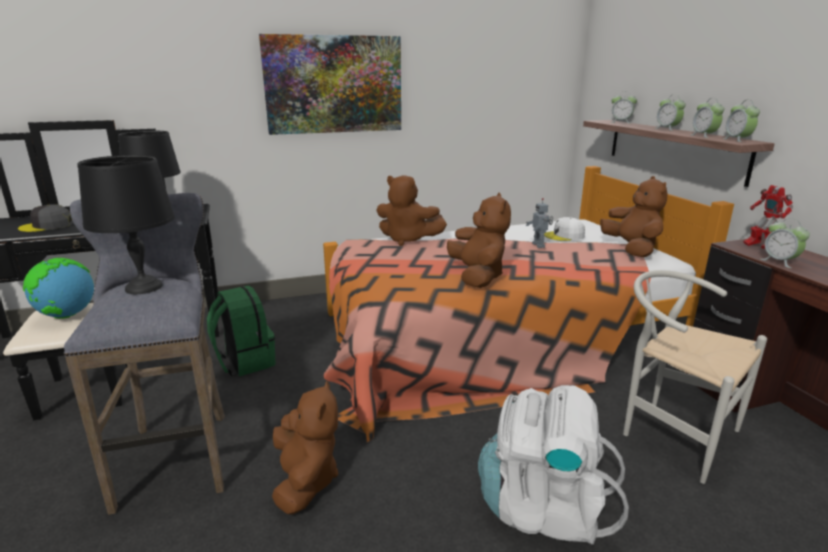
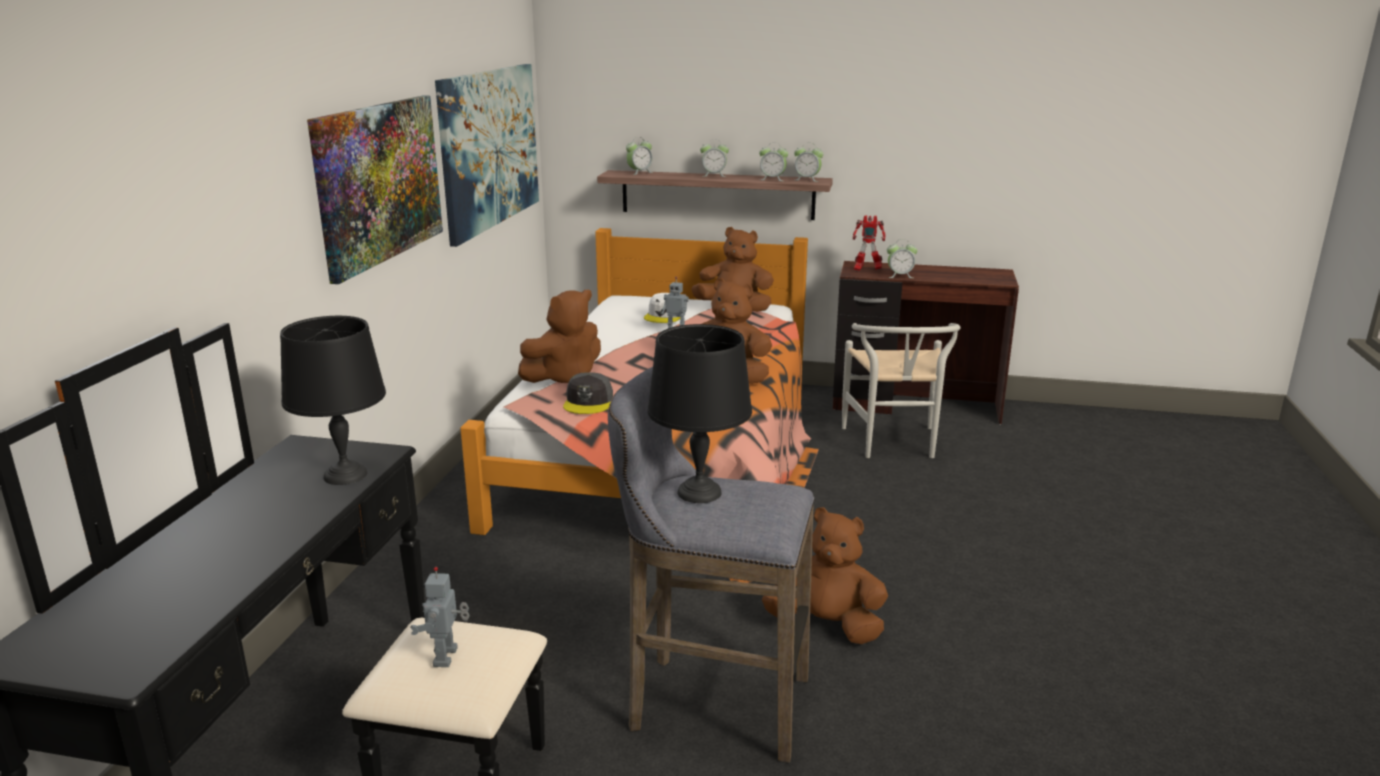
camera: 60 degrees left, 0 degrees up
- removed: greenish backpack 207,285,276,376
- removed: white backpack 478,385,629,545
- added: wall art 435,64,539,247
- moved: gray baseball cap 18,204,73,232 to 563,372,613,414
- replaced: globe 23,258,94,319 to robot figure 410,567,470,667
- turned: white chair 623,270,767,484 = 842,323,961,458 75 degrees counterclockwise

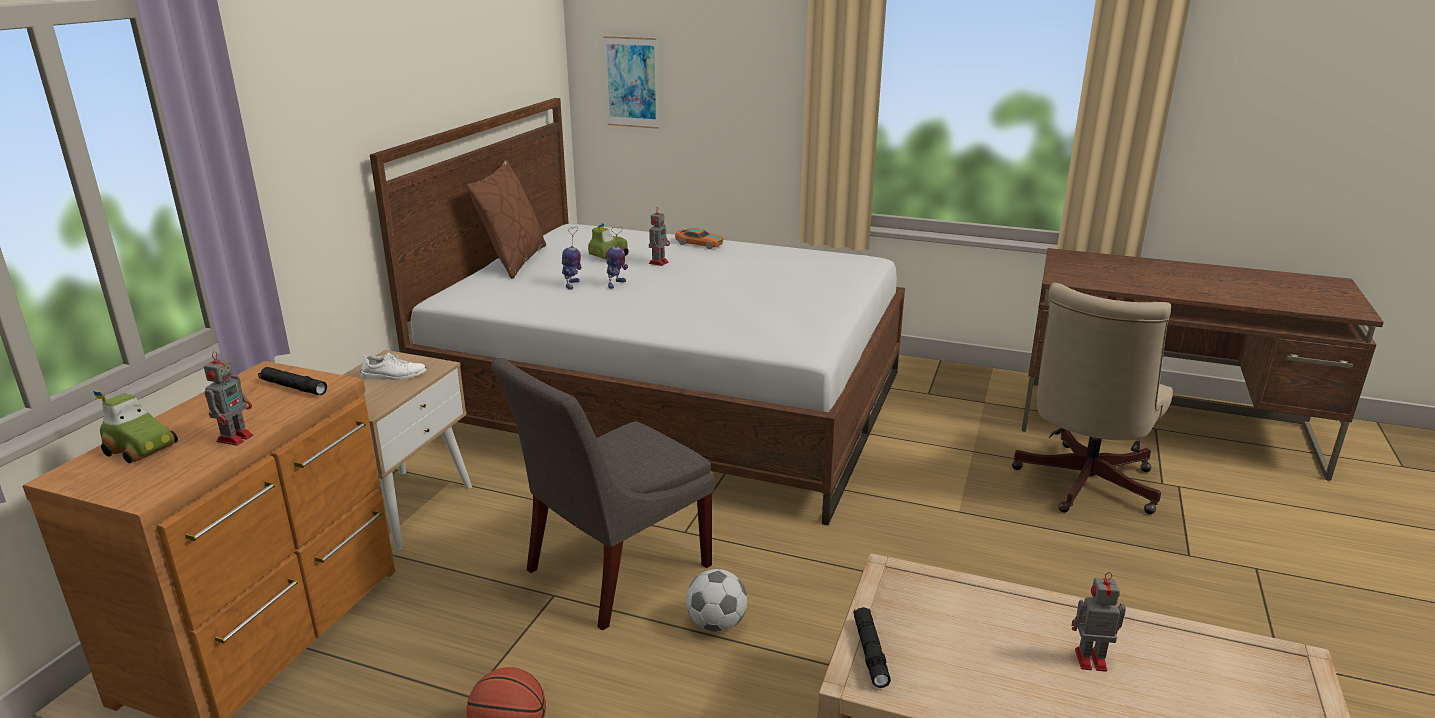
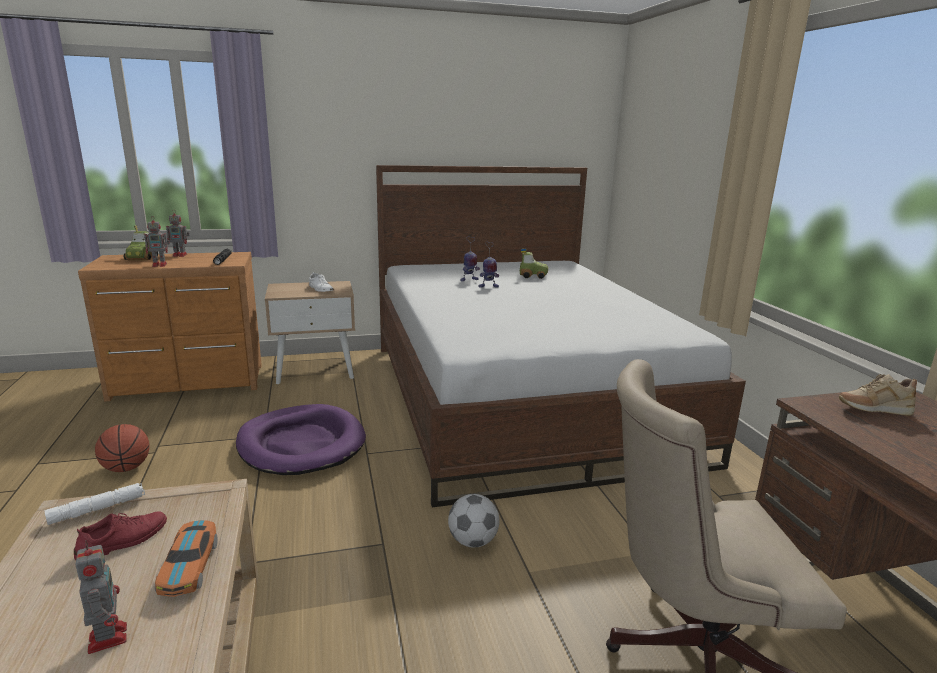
camera: 55 degrees right, 5 degrees down
- removed: brown pillow 467,160,546,279
- removed: wall art 603,36,659,129
- added: red-coloured low shoe 74,511,167,560
- added: beige-coloured low shoe 839,374,917,416
- moved: robot figure 649,207,670,266 to 166,211,190,257
- moved: toy car 675,228,723,249 to 155,520,218,597
- moved: football 686,569,747,632 to 448,494,500,548
- replaced: gray chair 491,358,714,630 to purple pet bed 236,404,366,475
- recoloured: black-coloured hand torch 853,607,891,688 to white hand torch 44,483,145,525

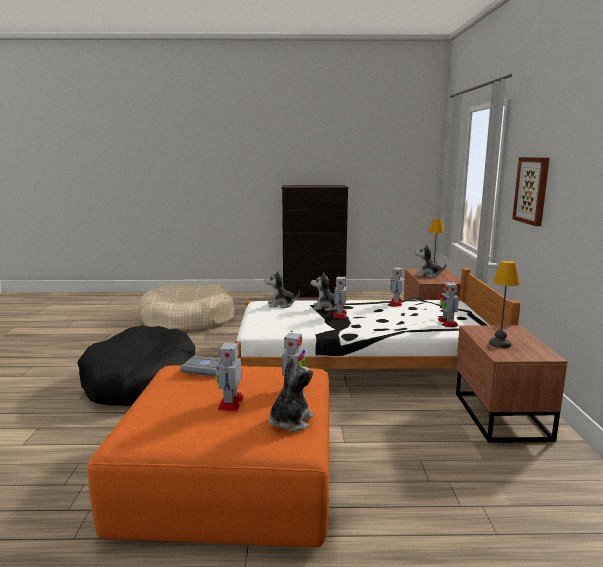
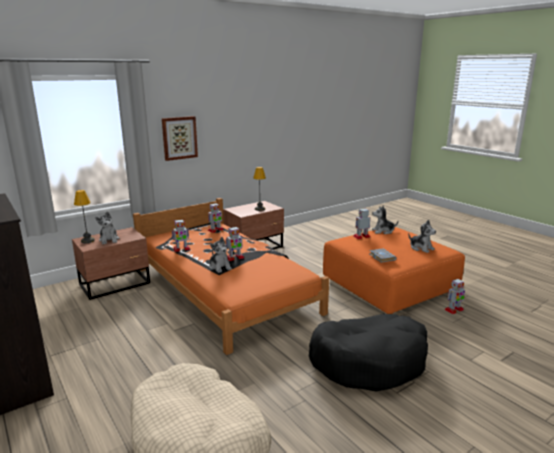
camera: 125 degrees left, 5 degrees up
- moved: robot figure 217,341,244,411 to 444,278,465,314
- moved: cuddly toy 265,270,300,308 to 408,220,436,253
- recoloured: white bed 233,268,521,369 to orange-coloured bed 133,198,329,355

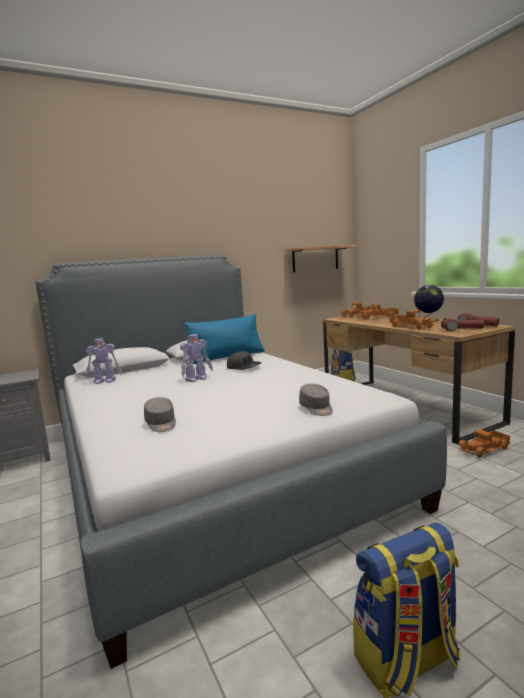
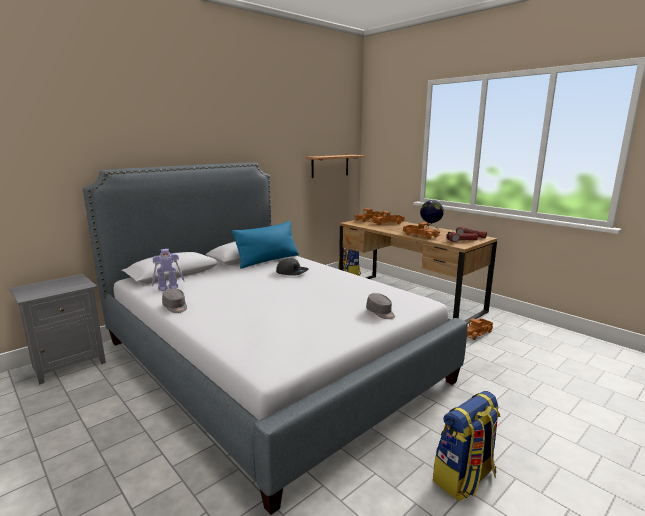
camera: 15 degrees left, 5 degrees up
- removed: robot figure 180,334,213,382
- moved: gray baseball cap 144,397,176,432 to 162,288,187,313

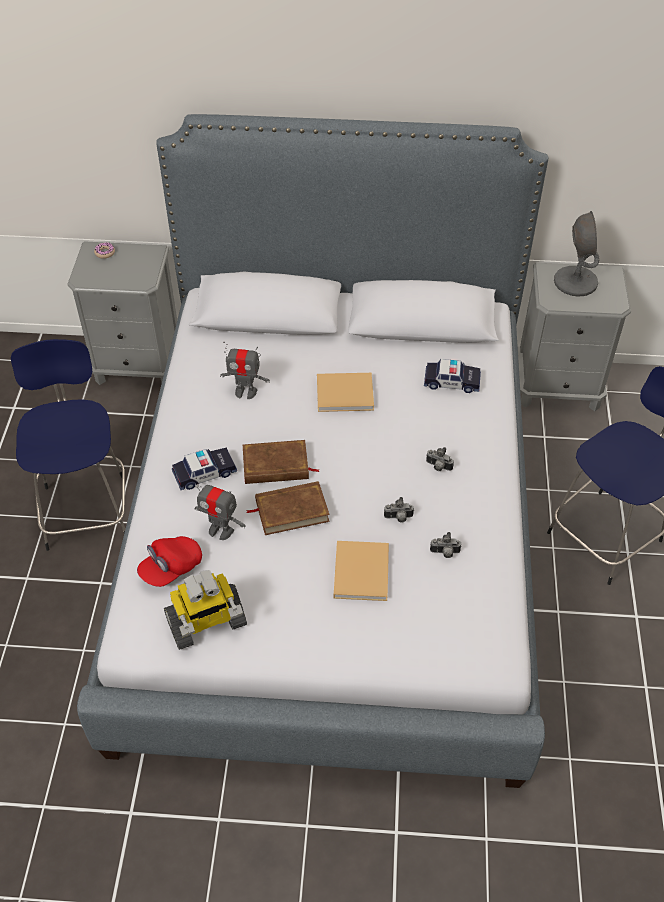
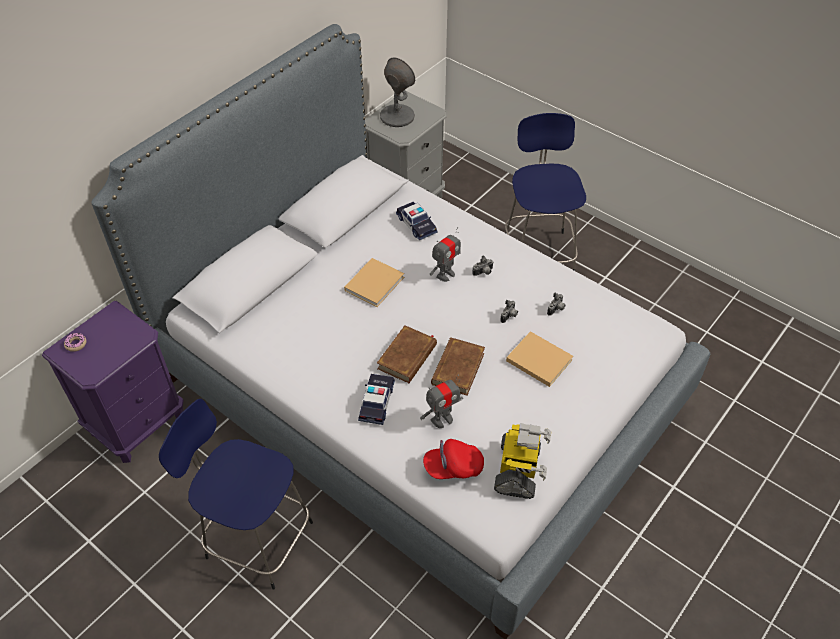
camera: 55 degrees left, 0 degrees up
- moved: robot figure 220,342,270,399 to 430,227,461,282
- recoloured: gray bedside table 67,241,177,385 to purple bedside table 42,300,184,463
- turned: red-coloured baseball cap 137,536,202,587 = 423,439,484,479 90 degrees clockwise
- turned: toy car 424,359,481,393 = 396,202,438,240 105 degrees clockwise

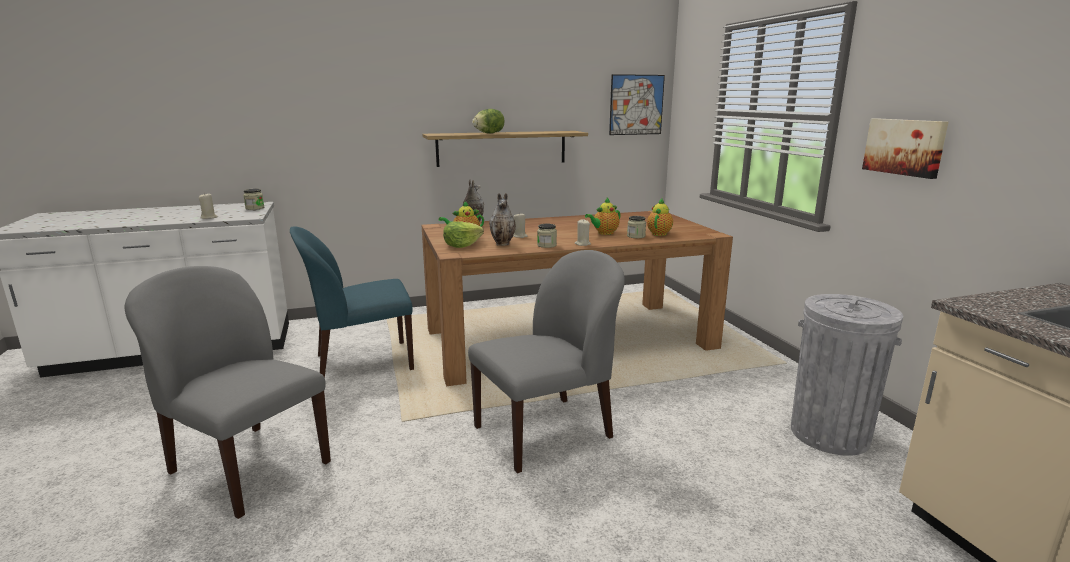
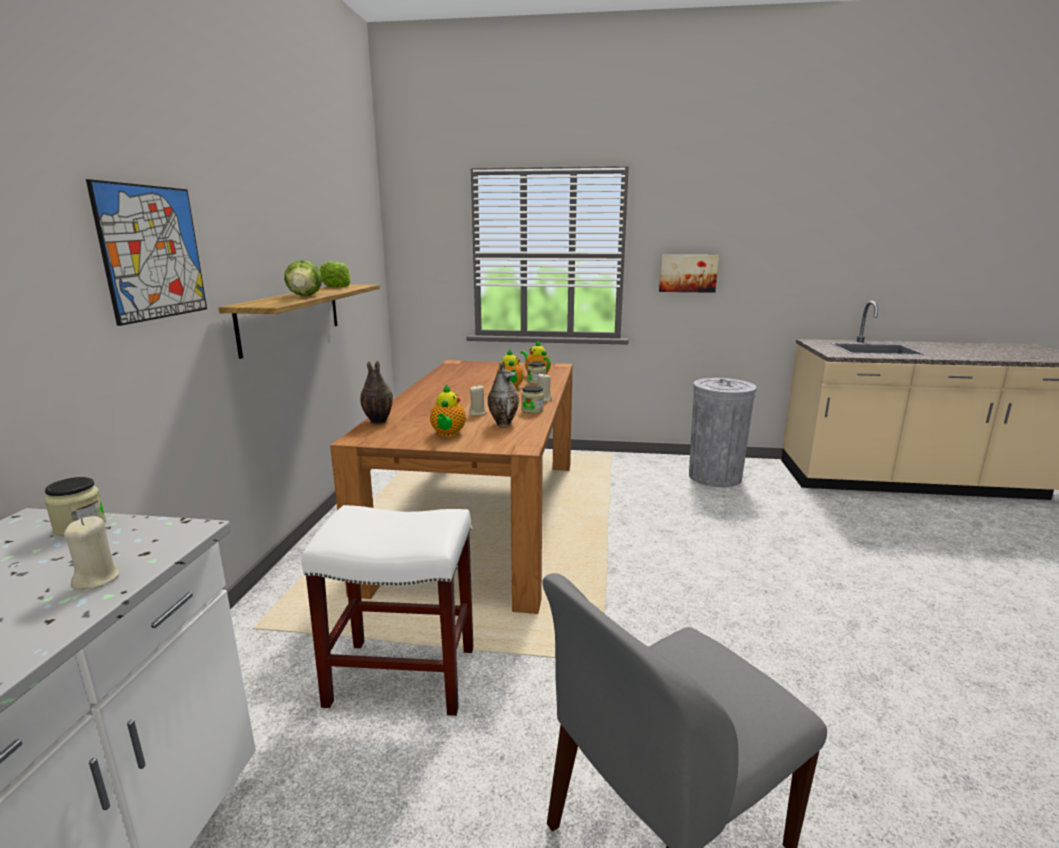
camera: 65 degrees left, 0 degrees up
- removed: gray chair 468,250,625,473
- moved: lettuce head 443,221,484,248 to 320,261,351,287
- moved: wall art 609,74,665,135 to 86,179,207,326
- replaced: bluish chair 290,226,414,378 to white sitting stool 302,505,473,717

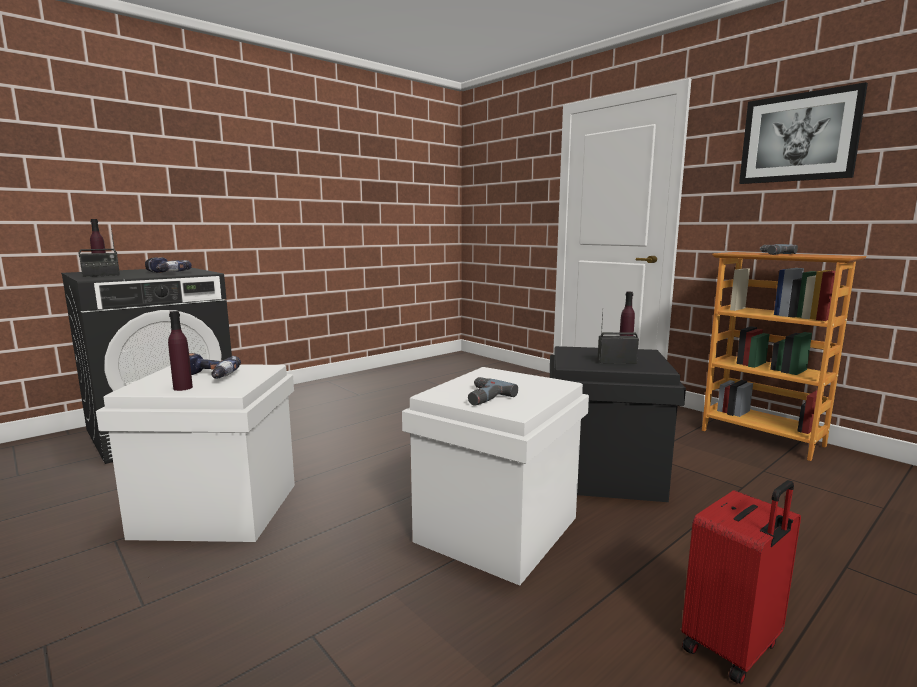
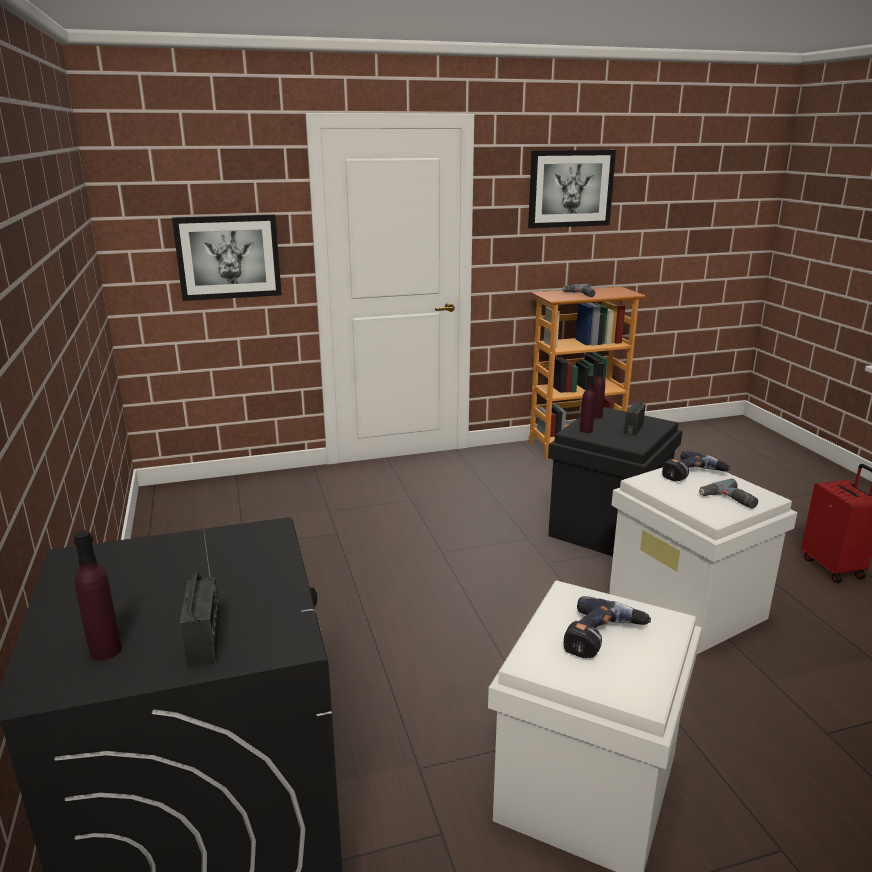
camera: 65 degrees left, 10 degrees up
- added: wall art 172,215,282,301
- moved: drill 145,257,192,273 to 662,450,730,481
- moved: purple drink bottle 168,311,193,391 to 580,374,595,433

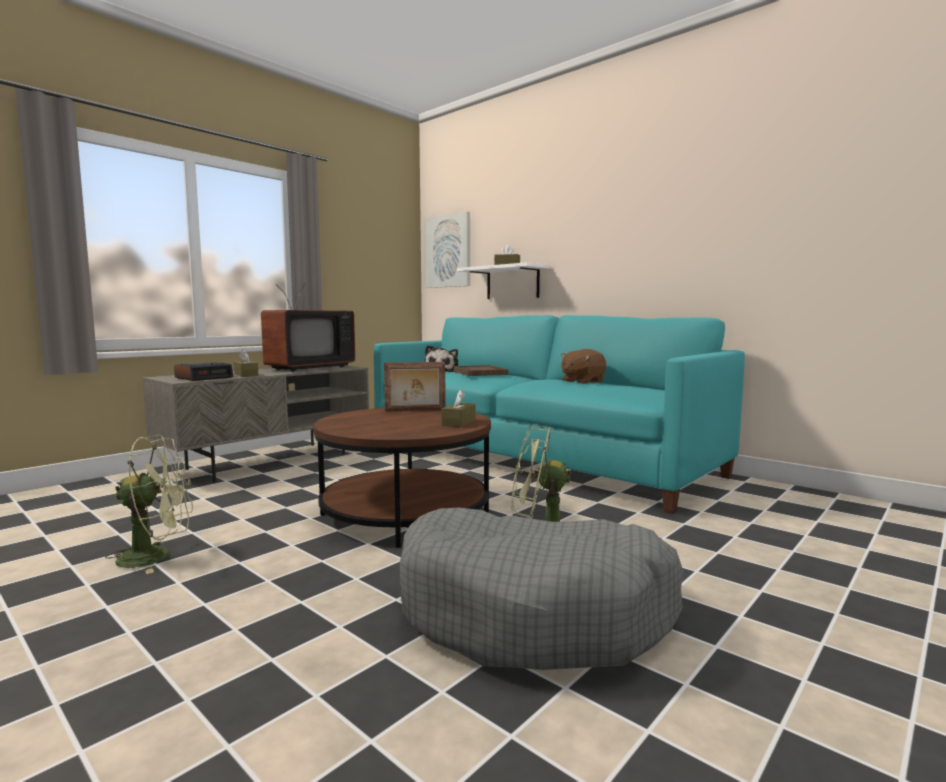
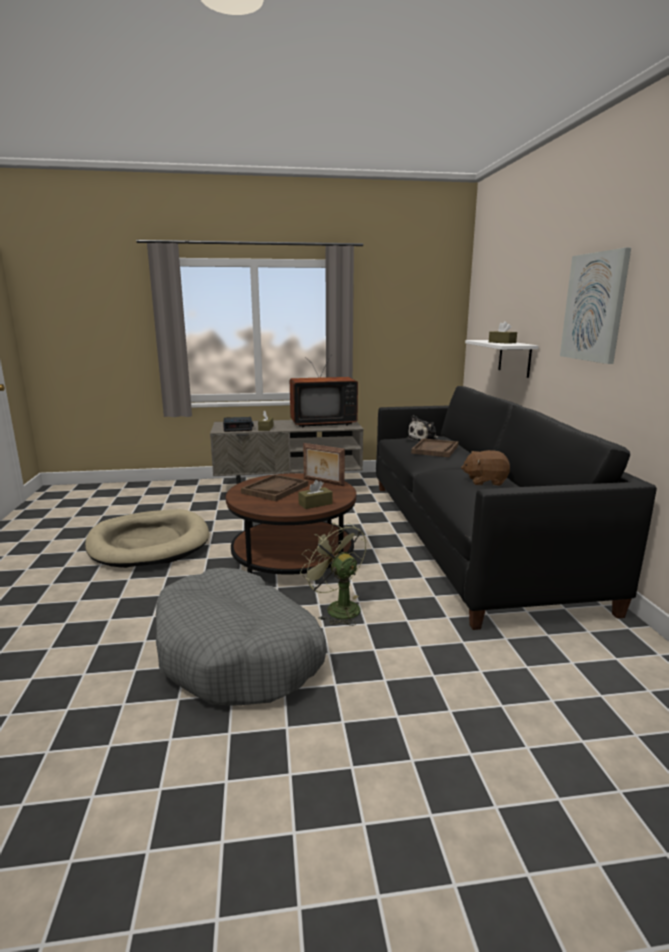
camera: 40 degrees right, 10 degrees up
- added: brown serving tray 241,474,308,501
- moved: wall art 426,211,470,288 to 560,248,631,364
- replaced: greenish fan 105,434,193,574 to beige-coloured pet bed 85,509,209,568
- recoloured: turquoise sofa 374,315,745,514 to black-coloured sofa 376,386,657,630

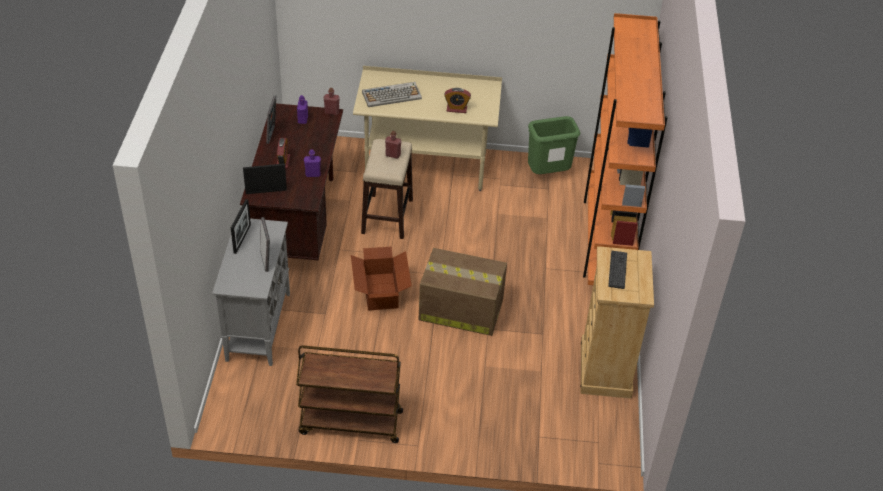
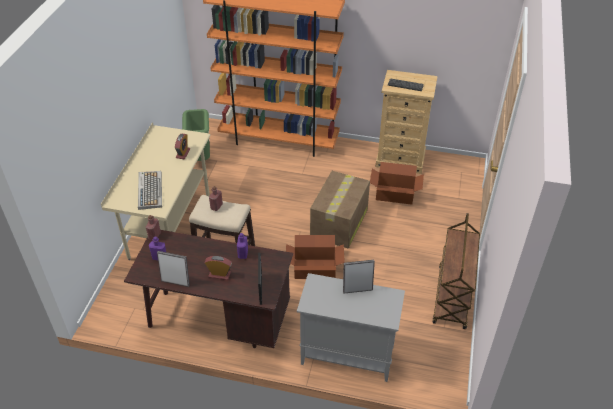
camera: 80 degrees left, 0 degrees up
- removed: photo frame 231,199,251,254
- added: carton 370,162,424,205

